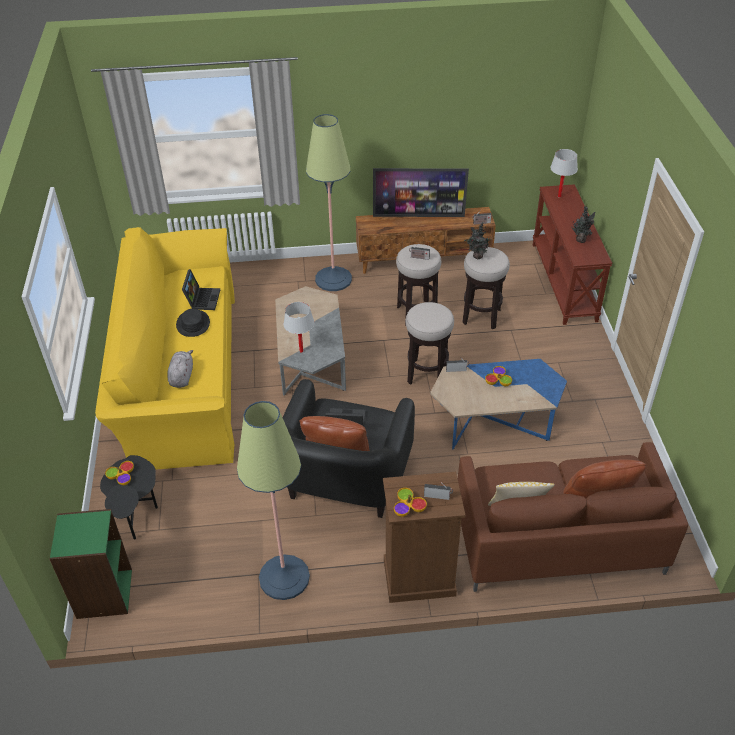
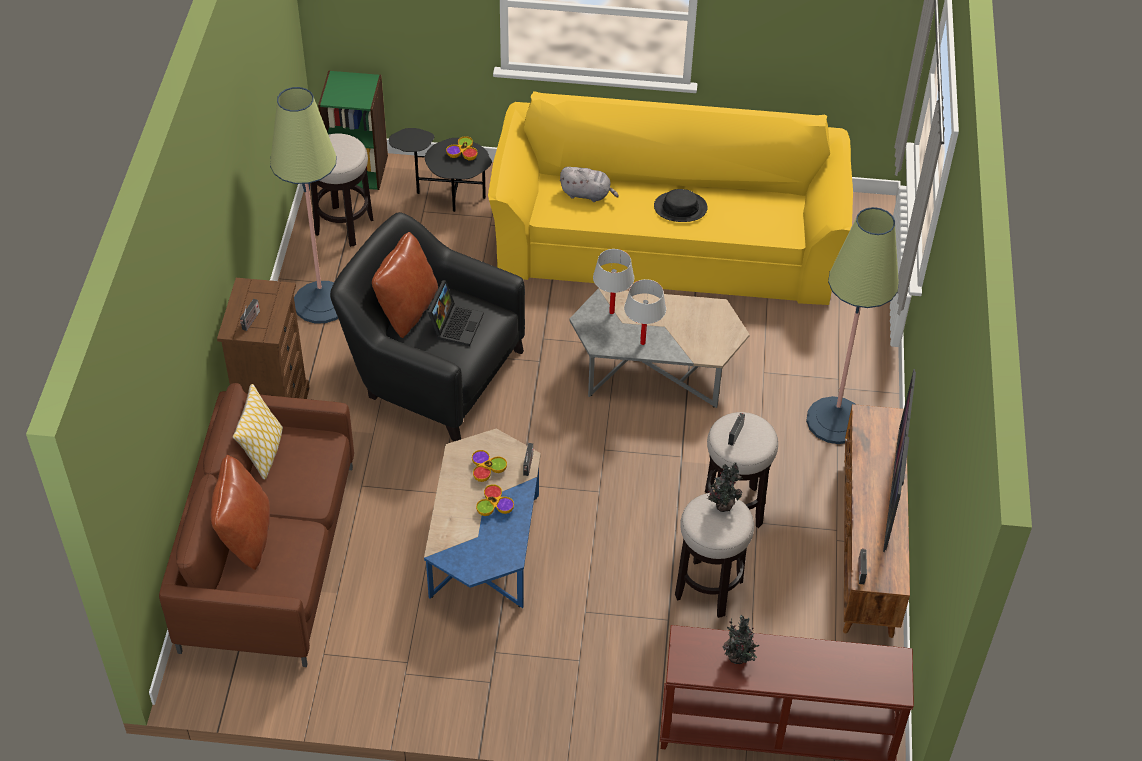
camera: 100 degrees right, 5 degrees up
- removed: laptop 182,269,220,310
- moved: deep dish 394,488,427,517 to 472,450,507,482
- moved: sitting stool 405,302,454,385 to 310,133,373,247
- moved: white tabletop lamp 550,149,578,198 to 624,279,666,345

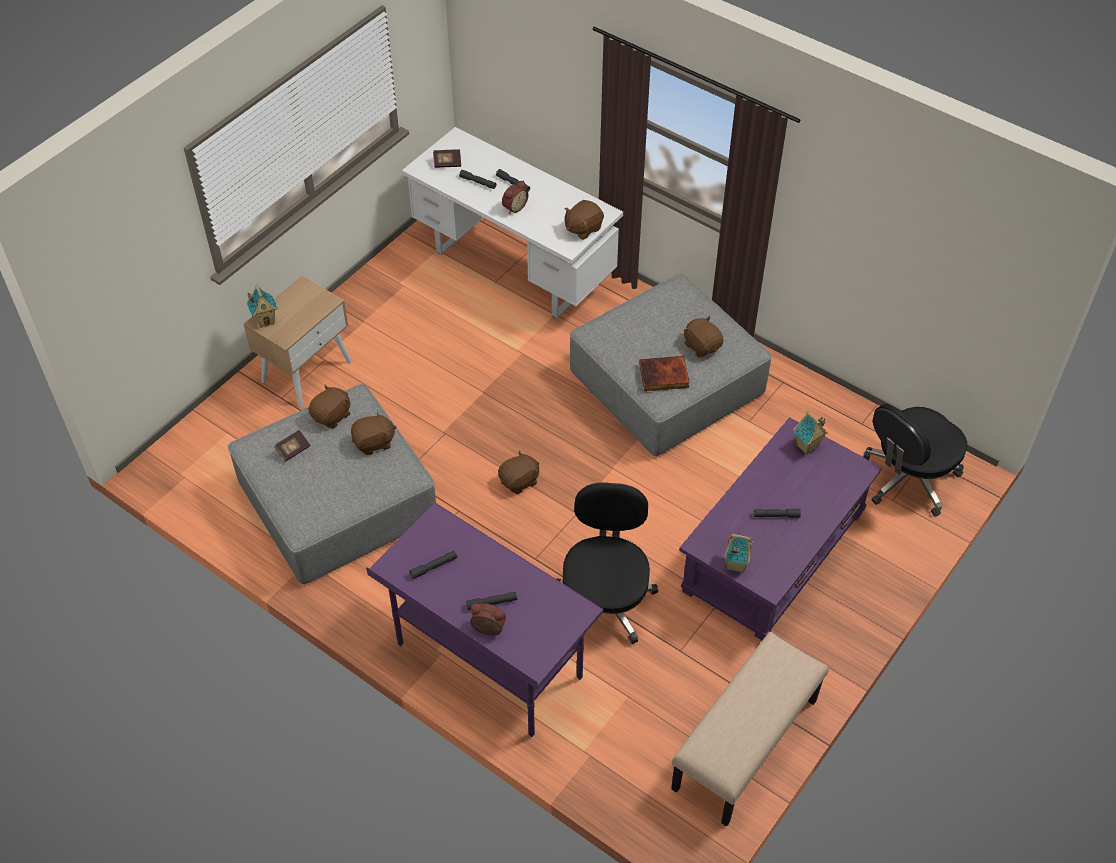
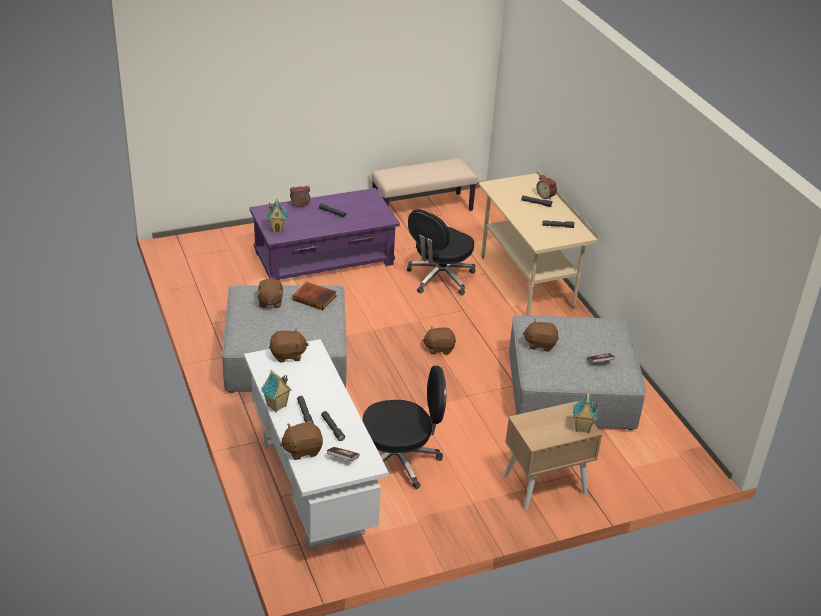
camera: 150 degrees left, 15 degrees down
- moved: brown cuddly toy 308,385,351,429 to 280,422,323,460
- moved: table clock 502,180,528,214 to 290,186,310,207
- moved: model house 724,534,754,573 to 261,370,292,412
- moved: black-coloured computer chair 863,404,967,517 to 363,366,446,489
- recoloured: purple desk unit 366,503,604,737 to beige-coloured desk unit 479,170,598,315

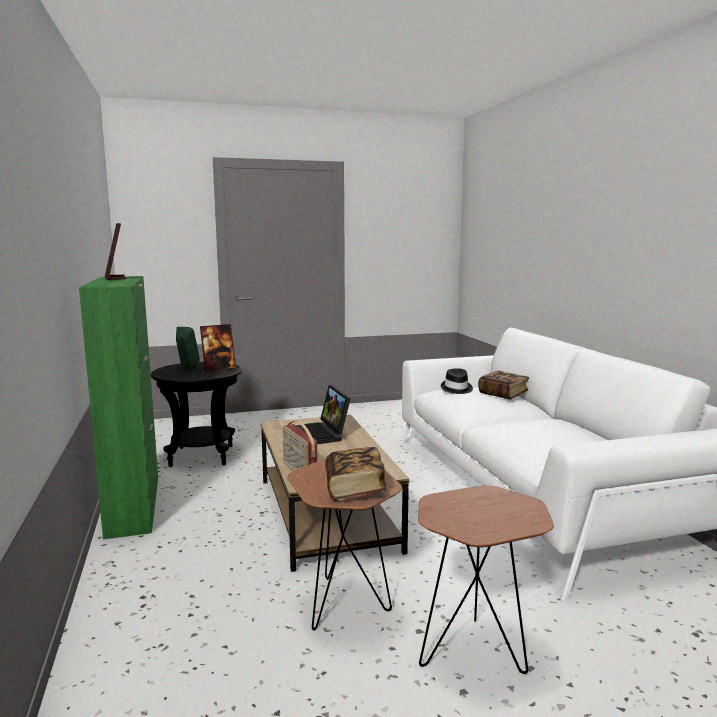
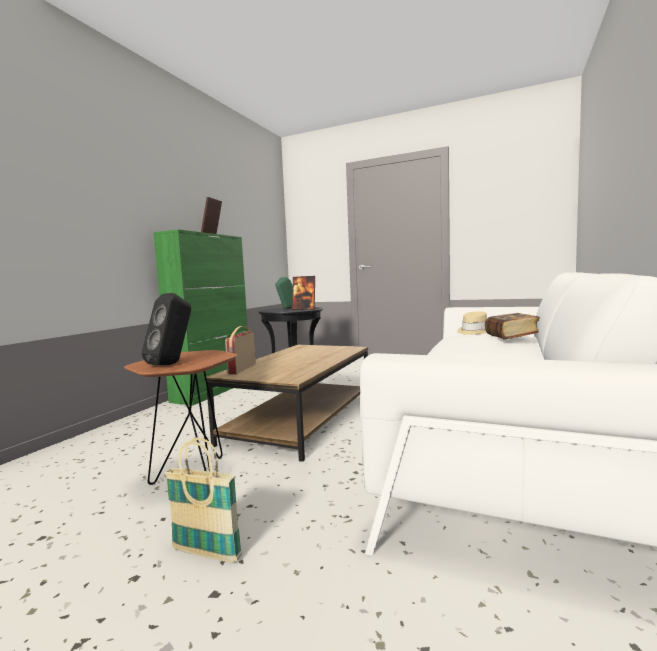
camera: 40 degrees right, 5 degrees down
- removed: laptop 296,385,351,444
- replaced: volume 325,447,387,501 to black-coloured audio speaker 142,293,191,365
- replaced: brown side table 418,485,554,674 to household basket 165,437,242,563
- recoloured: black-coloured hat 441,368,473,394 to beige-coloured hat 457,311,487,335

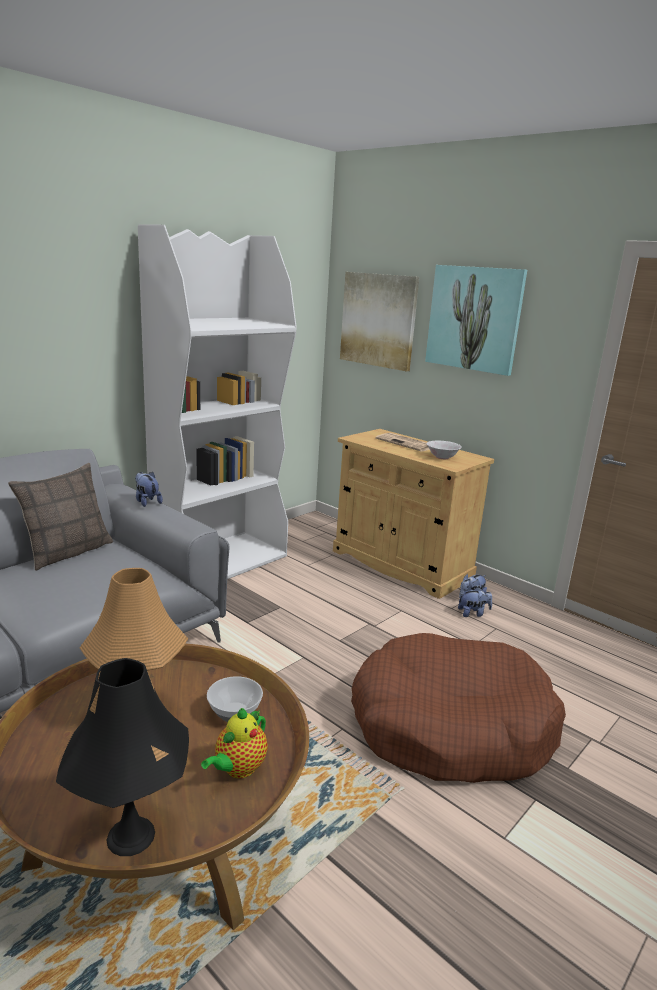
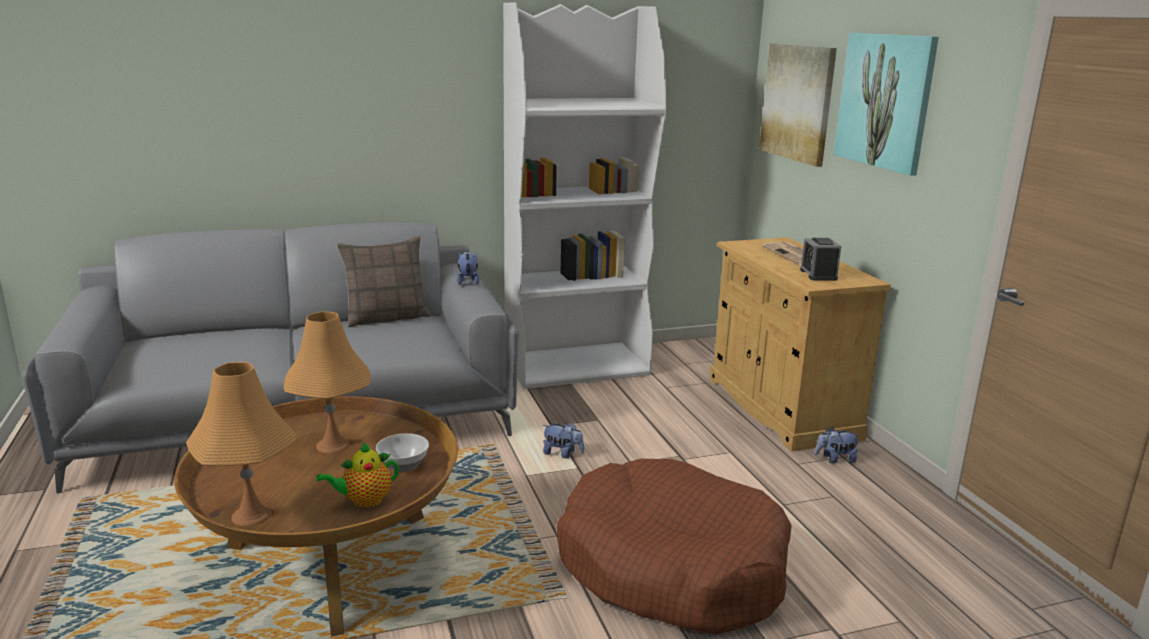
camera: 30 degrees right, 0 degrees up
- moved: cuddly toy 458,587,492,617 to 543,422,584,458
- replaced: white deep dish 427,441,462,459 to table clock 800,238,842,280
- recoloured: black-coloured tabletop lamp 56,658,189,856 to orange-coloured tabletop lamp 186,362,298,526

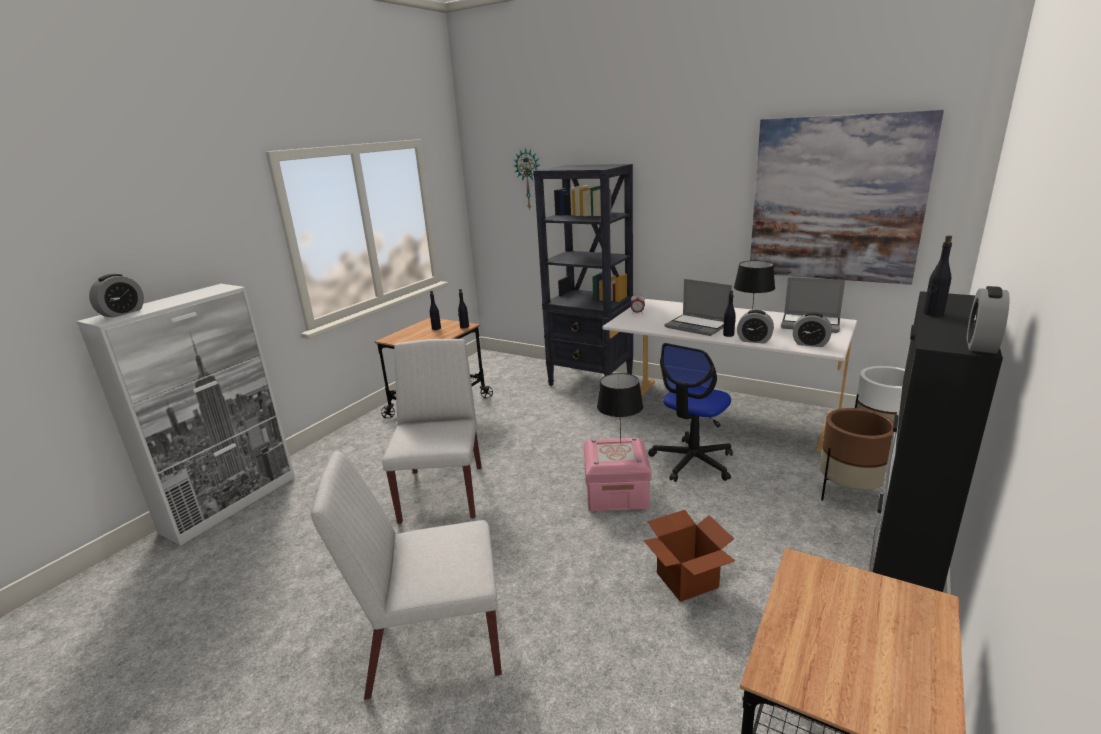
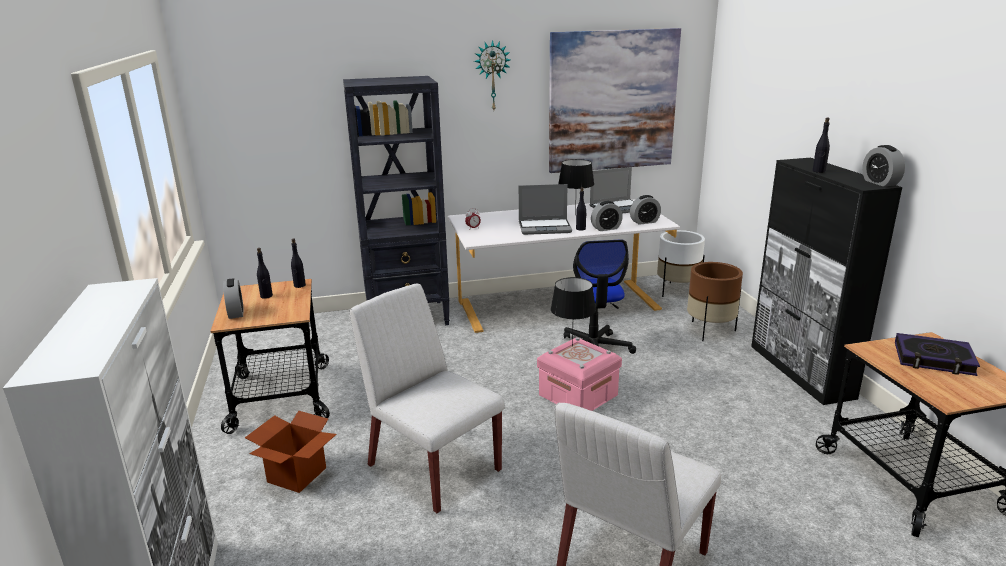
camera: 45 degrees left, 0 degrees up
- added: volume 895,333,980,376
- moved: table clock 89,274,144,318 to 223,278,244,319
- moved: hanging clock 513,147,540,210 to 474,40,511,110
- moved: carton 643,510,736,602 to 245,411,337,493

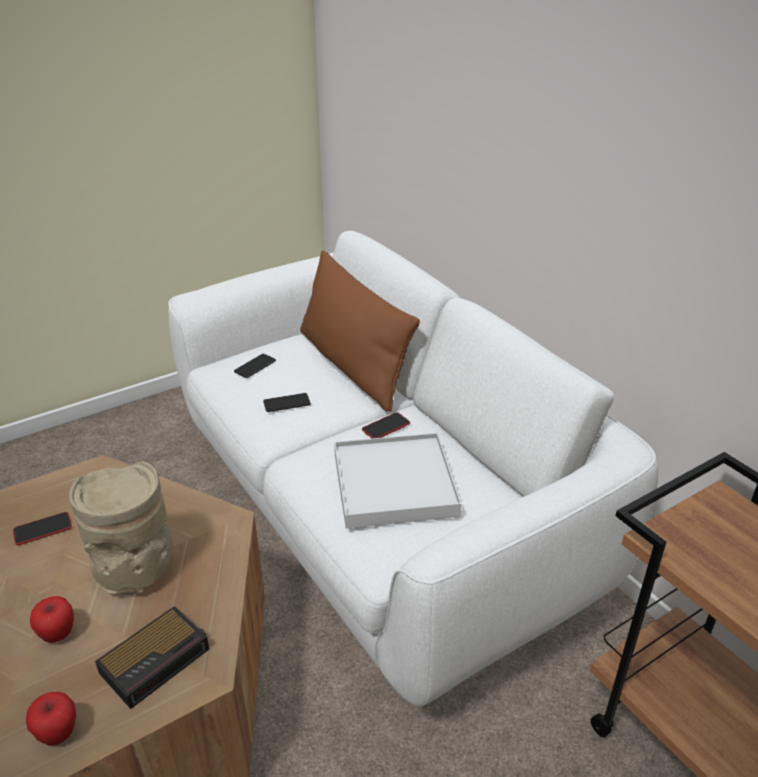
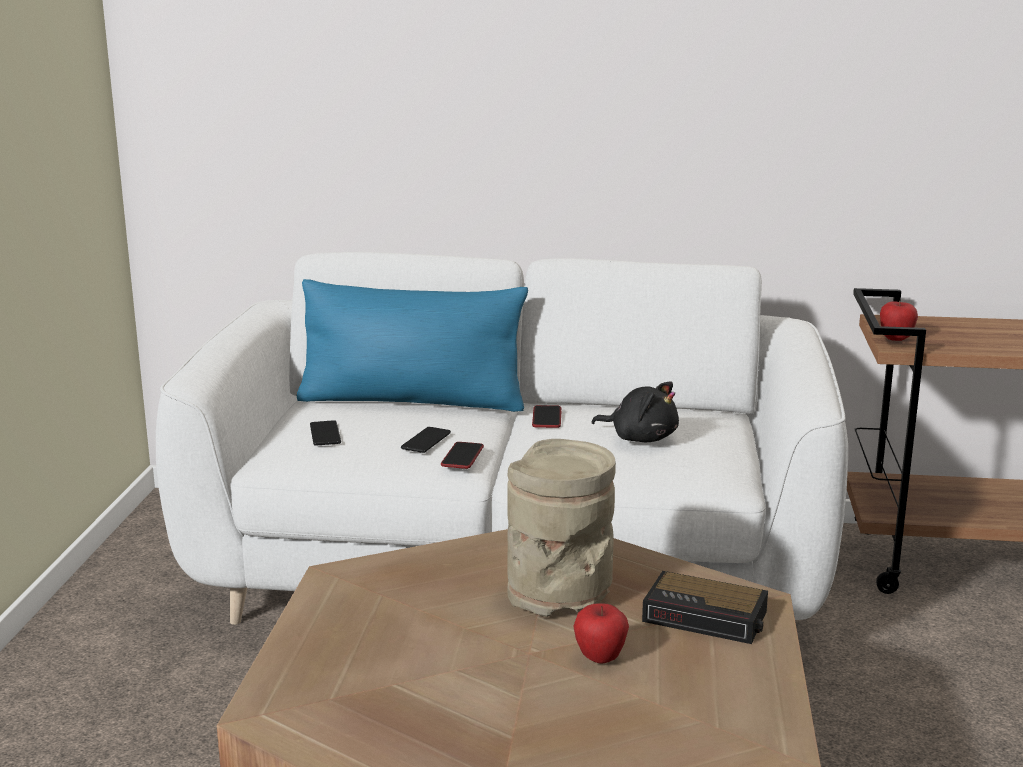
camera: 50 degrees left, 15 degrees down
- moved: phone 13,512,72,545 to 441,442,484,469
- moved: apple 26,692,76,746 to 880,300,918,341
- replaced: white serving tray 334,433,462,529 to black-coloured cuddly toy 592,381,679,442
- recoloured: brown pillow 300,250,420,412 to bluish pillow 297,279,528,412
- turned: table clock 95,606,209,709 = 642,571,768,644 120 degrees clockwise

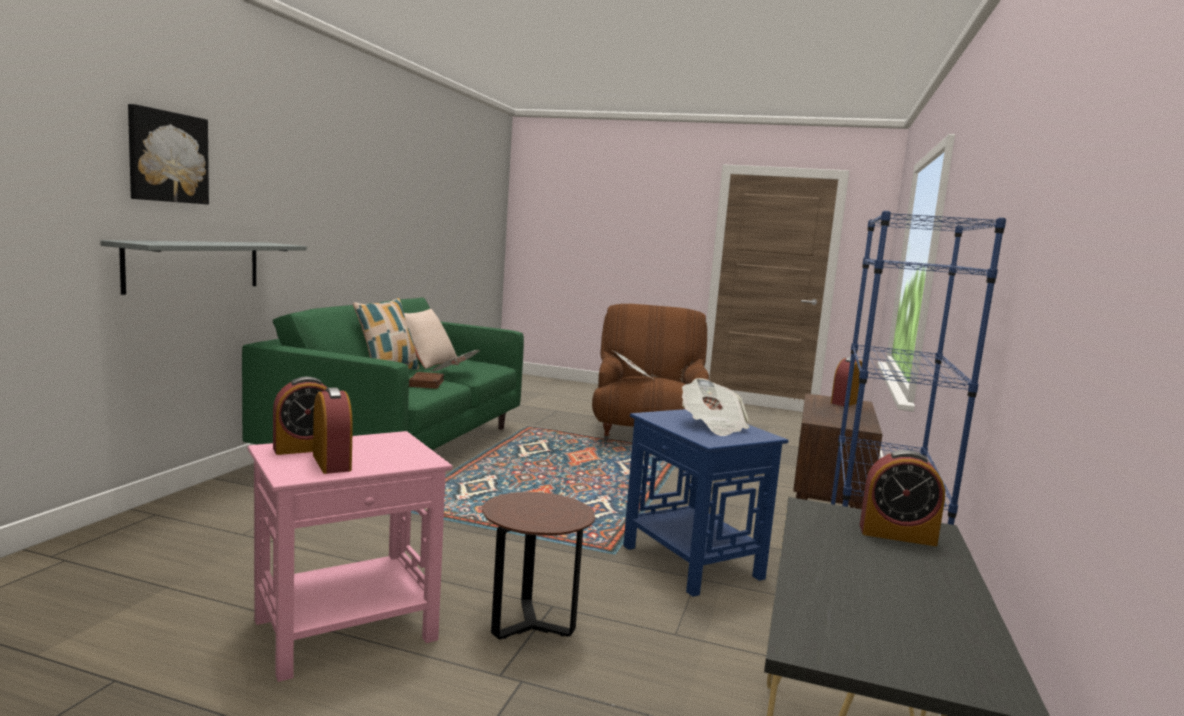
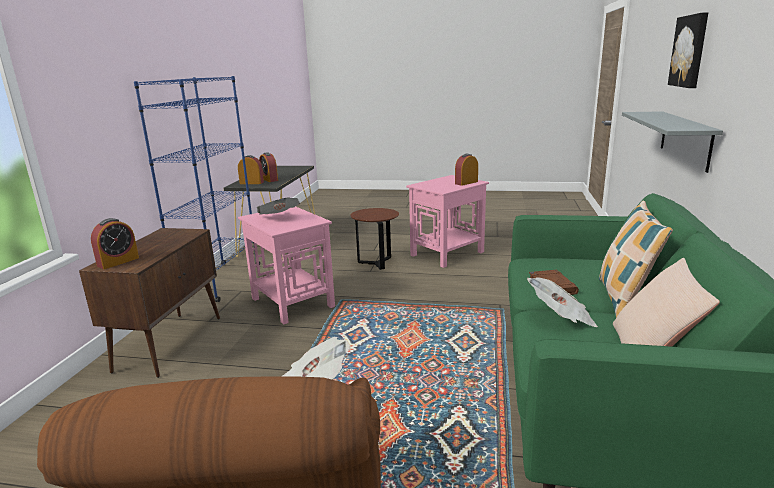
camera: 175 degrees right, 10 degrees up
- moved: table clock 313,387,353,474 to 259,152,278,182
- recoloured: bluish side table 623,409,788,597 to pink side table 238,206,335,325

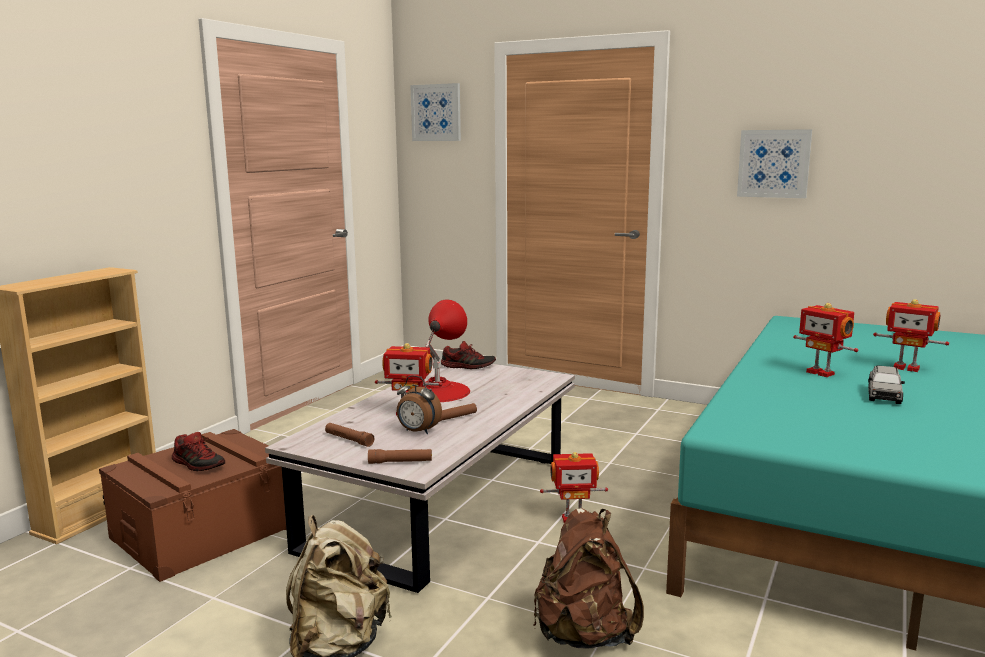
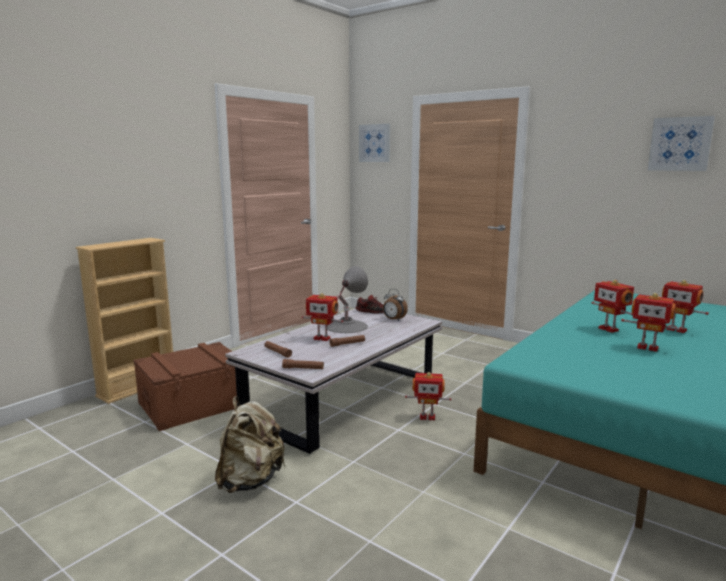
camera: 10 degrees right, 0 degrees up
- removed: low shoe 172,432,225,471
- removed: brown backpack 533,508,644,649
- moved: table clock 397,375,442,434 to 383,289,408,321
- moved: wall art 737,129,812,198 to 648,116,715,171
- replaced: gray toy car 868,366,905,404 to robot figure 621,293,683,352
- recoloured: red-coloured tabletop lamp 405,299,470,402 to gray tabletop lamp 327,266,368,333

